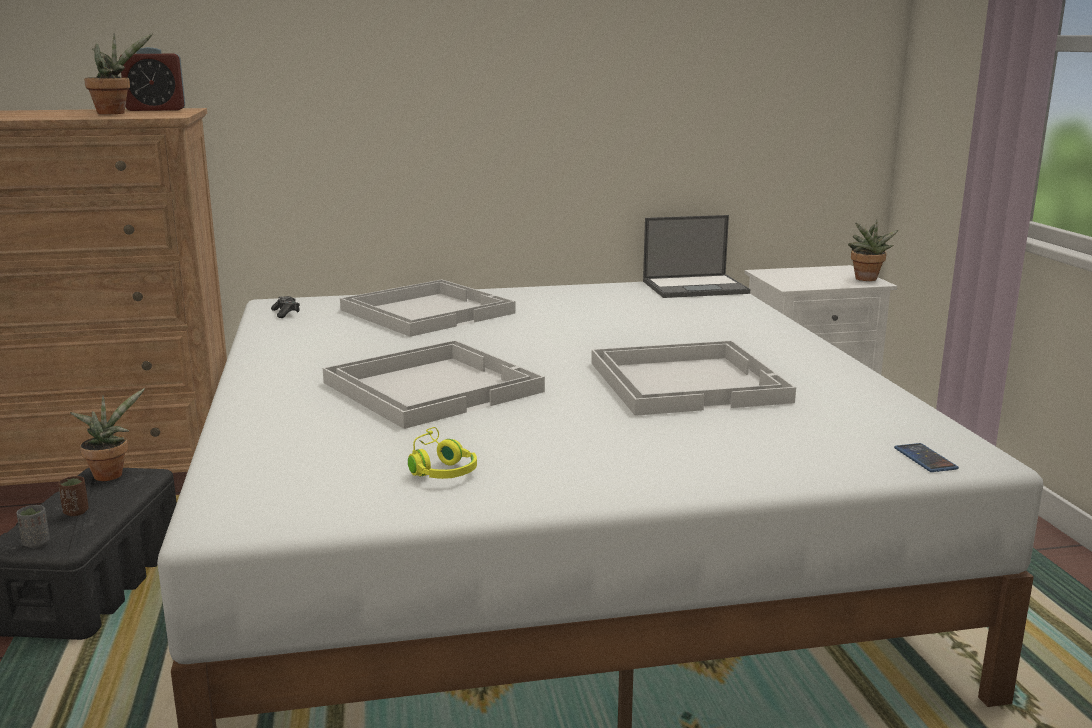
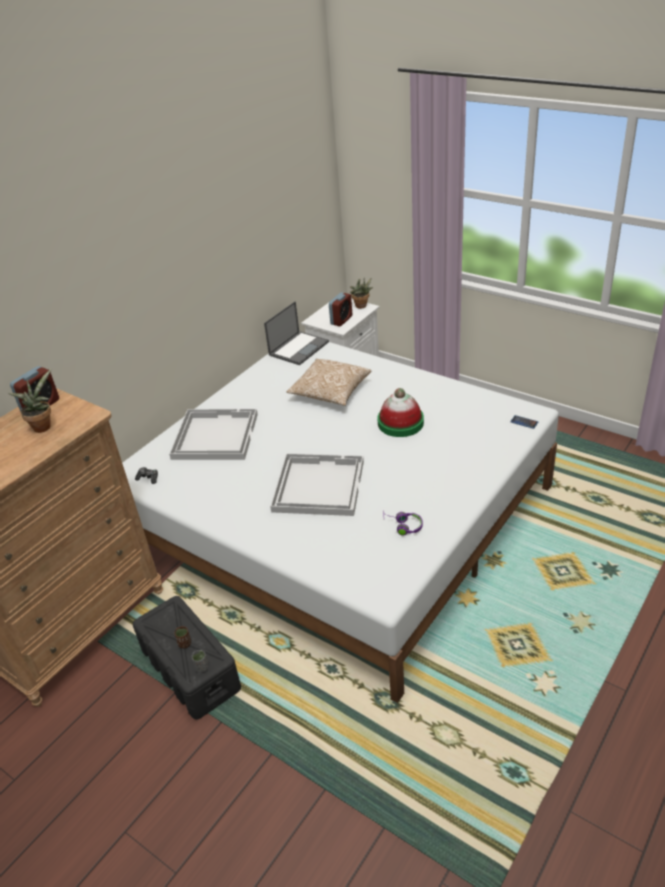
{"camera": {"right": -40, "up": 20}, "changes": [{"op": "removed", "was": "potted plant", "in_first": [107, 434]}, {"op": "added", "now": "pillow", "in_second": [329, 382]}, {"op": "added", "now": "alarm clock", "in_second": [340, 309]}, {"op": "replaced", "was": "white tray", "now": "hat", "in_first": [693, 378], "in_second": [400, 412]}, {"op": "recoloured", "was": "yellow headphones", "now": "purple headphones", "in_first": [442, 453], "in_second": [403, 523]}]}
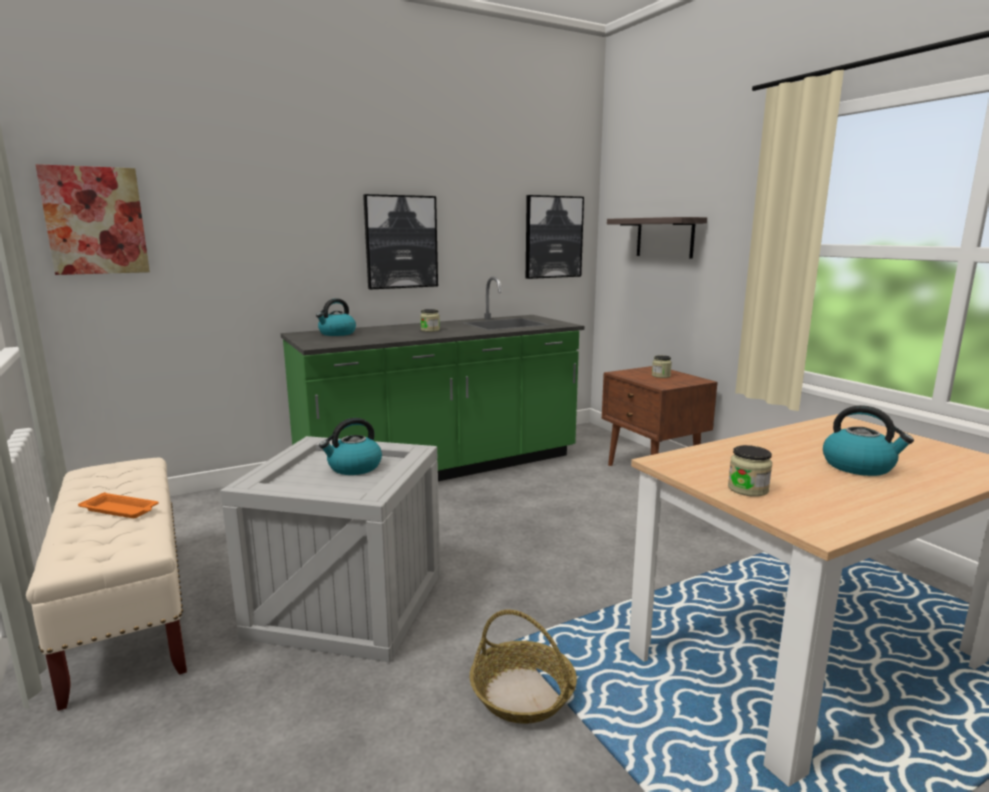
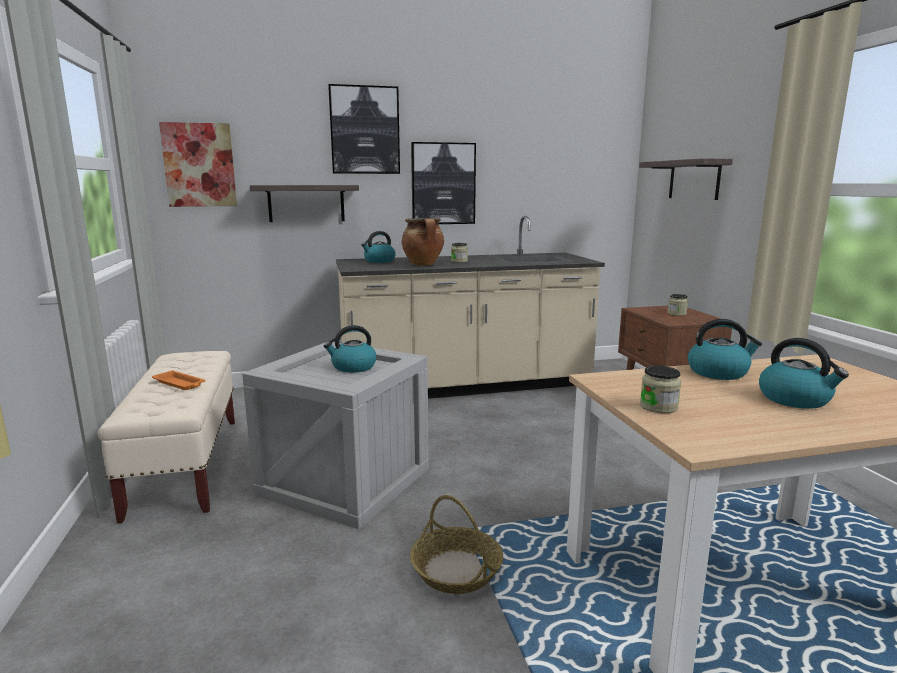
{"camera": {"right": 15, "up": 0}, "changes": [{"op": "added", "now": "shelf", "in_second": [304, 203]}, {"op": "added", "now": "cooking pot", "in_second": [423, 241]}, {"op": "added", "now": "kettle", "in_second": [725, 349]}, {"op": "moved", "was": "picture", "in_first": [555, 237], "in_second": [364, 129]}, {"op": "recoloured", "was": "green counter", "now": "beige counter", "in_first": [432, 379], "in_second": [470, 307]}]}
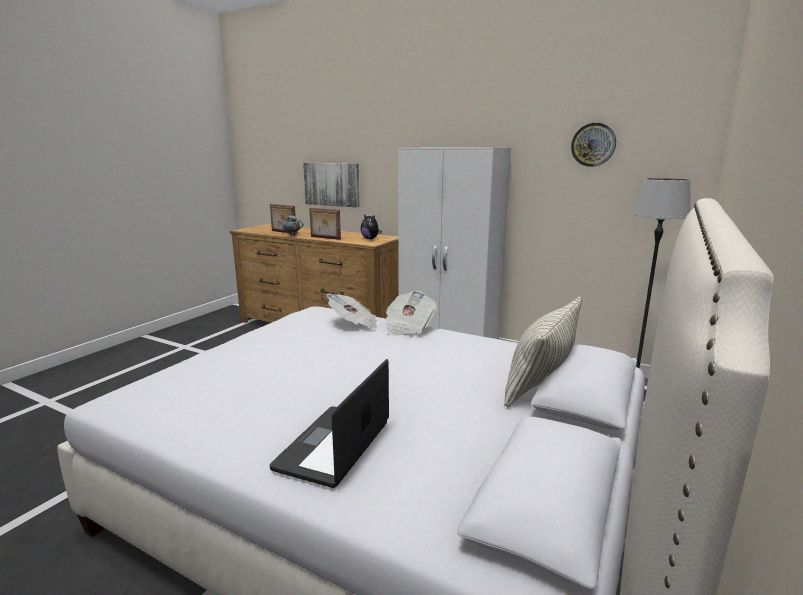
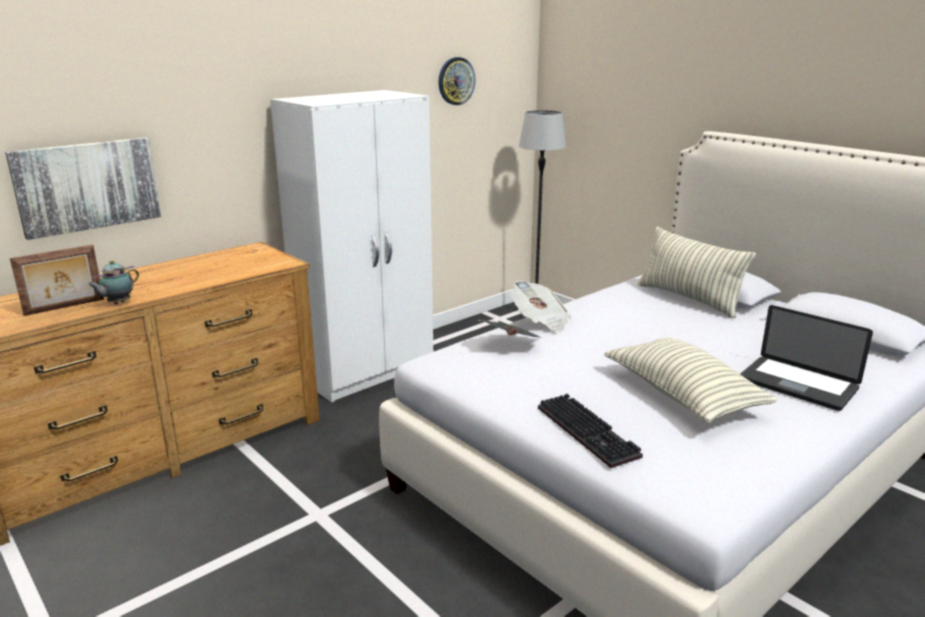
{"camera": {"right": -70, "up": 5}, "changes": [{"op": "removed", "was": "picture frame", "in_first": [325, 224]}, {"op": "removed", "was": "plush toy", "in_first": [371, 226]}, {"op": "added", "now": "keyboard", "in_second": [590, 431]}, {"op": "added", "now": "pillow", "in_second": [691, 380]}]}
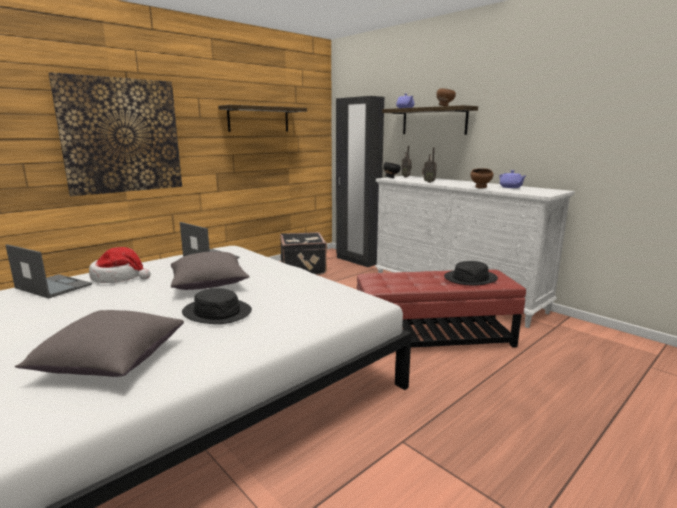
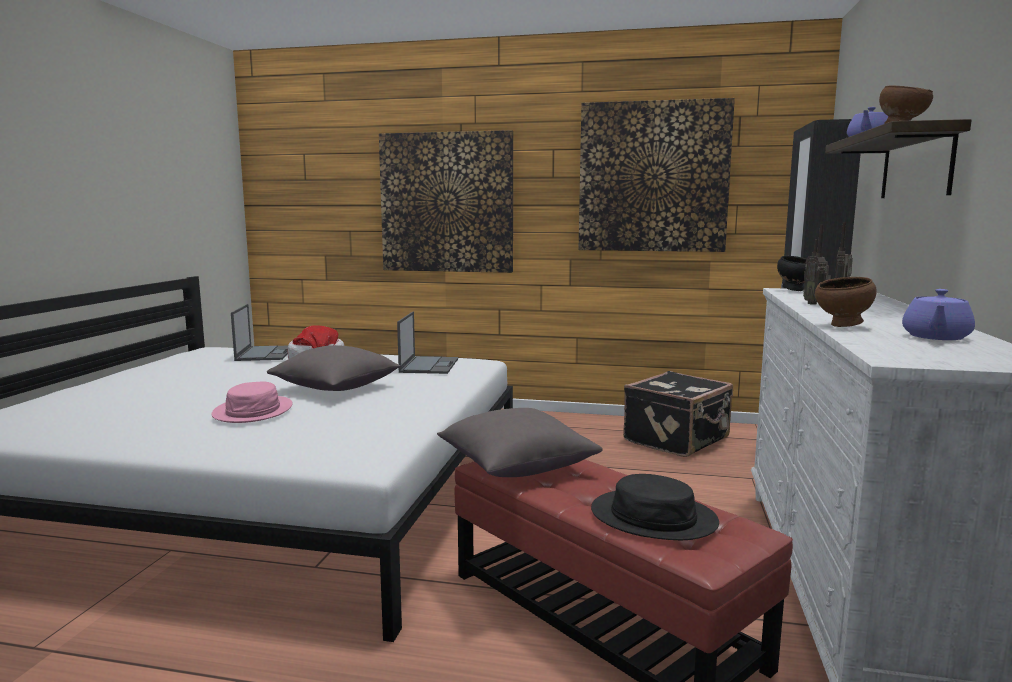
{"camera": {"right": 55, "up": -5}, "changes": [{"op": "moved", "was": "grey pillow", "in_first": [99, 343], "in_second": [520, 442]}, {"op": "replaced", "was": "shelf", "now": "picture", "in_first": [262, 118], "in_second": [657, 175]}, {"op": "recoloured", "was": "black hat", "now": "pink hat", "in_first": [217, 306], "in_second": [252, 402]}]}
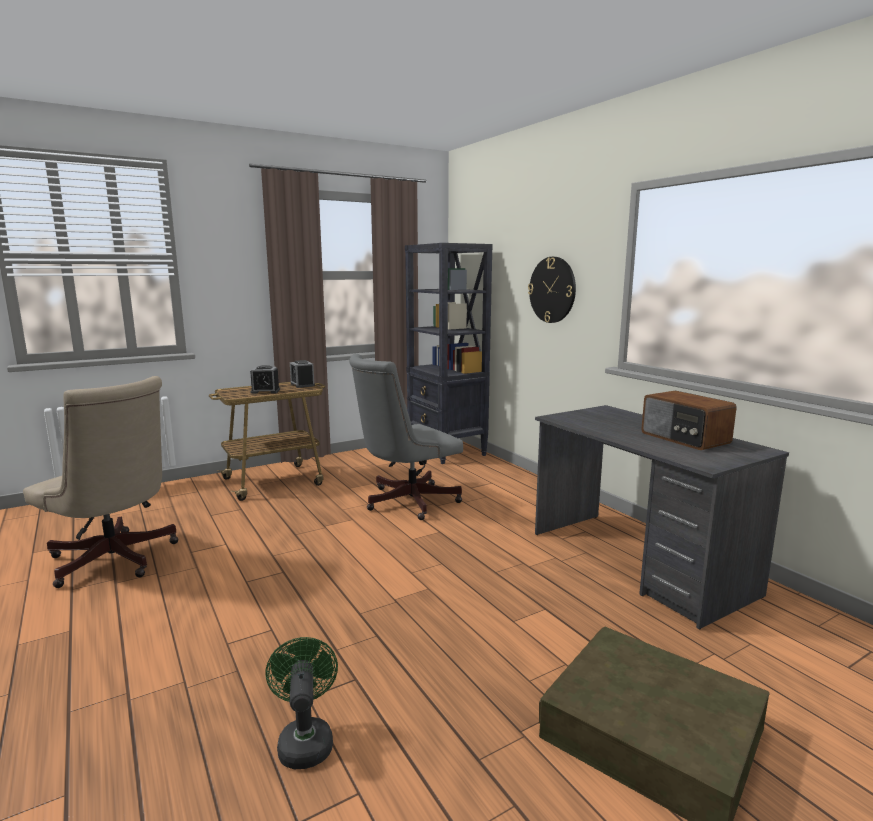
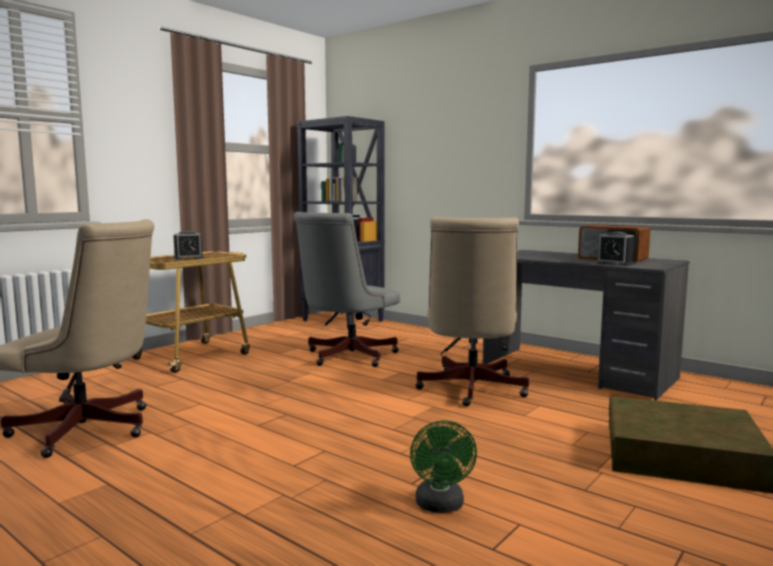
{"camera": {"right": -20, "up": -5}, "changes": [{"op": "removed", "was": "wall clock", "in_first": [552, 290]}, {"op": "added", "now": "beige office chair", "in_second": [472, 311]}, {"op": "moved", "was": "alarm clock", "in_first": [302, 374], "in_second": [615, 248]}, {"op": "turned", "was": "green fan", "in_first": [301, 703], "in_second": [443, 466], "clockwise": -150}]}
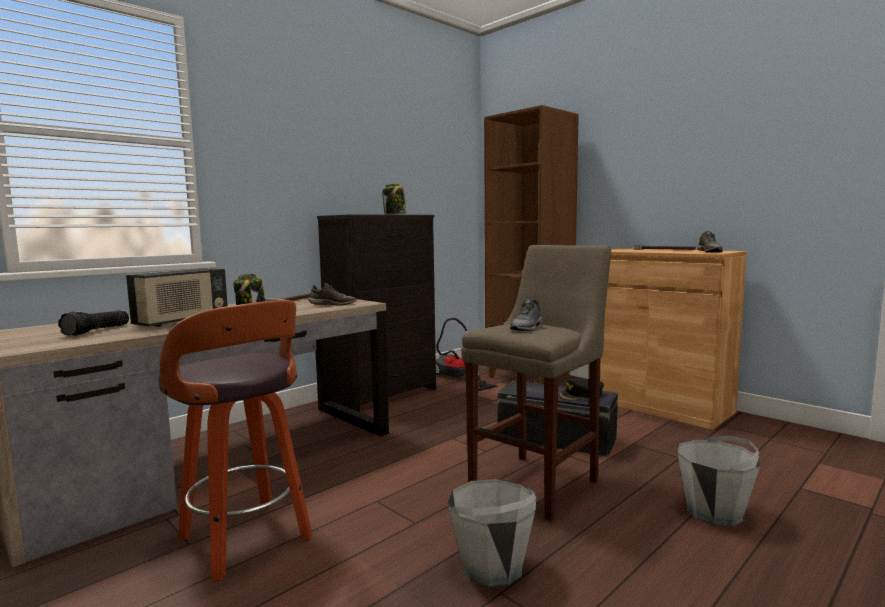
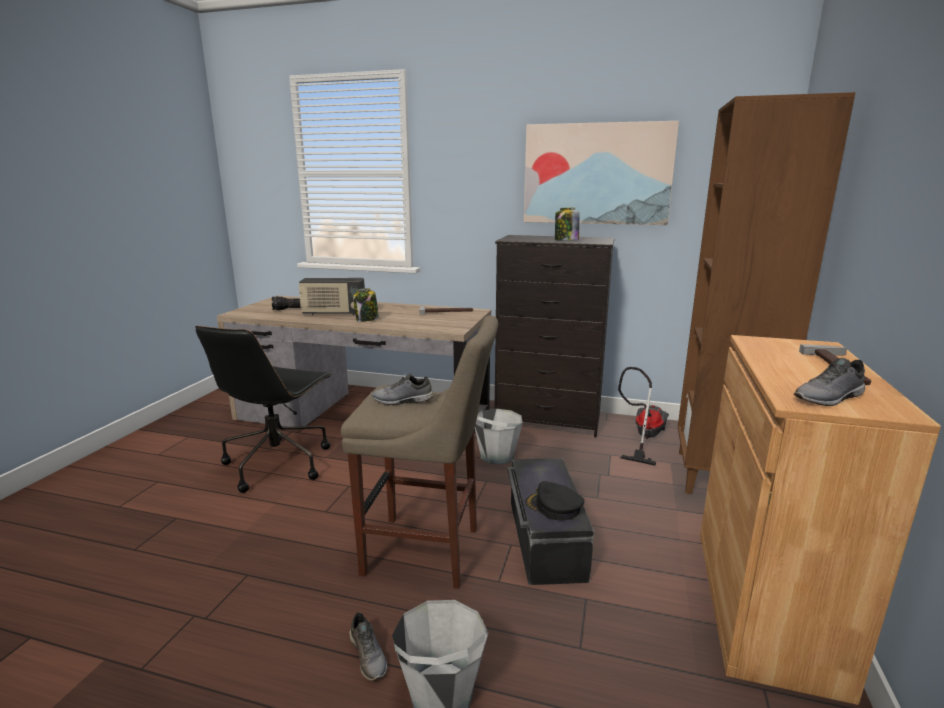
{"camera": {"right": 60, "up": 10}, "changes": [{"op": "added", "now": "picture", "in_second": [601, 173]}, {"op": "moved", "was": "grey shoe", "in_first": [333, 294], "in_second": [368, 646]}, {"op": "moved", "was": "grey bucket", "in_first": [492, 533], "in_second": [499, 437]}, {"op": "replaced", "was": "stool", "now": "black office chair", "in_first": [235, 440], "in_second": [264, 409]}]}
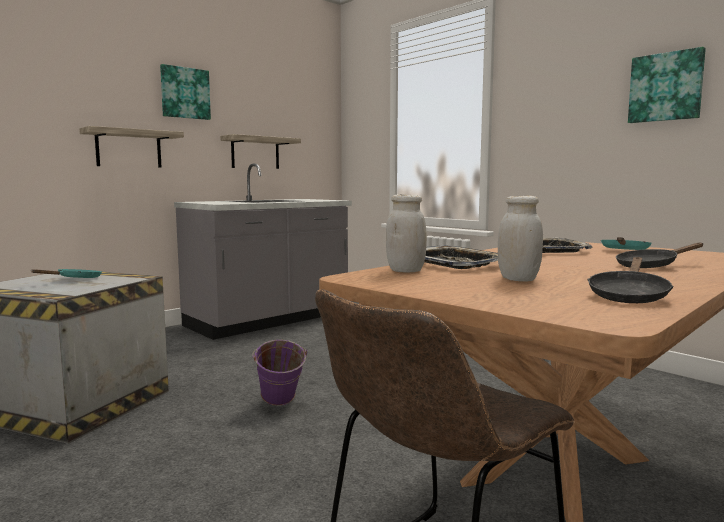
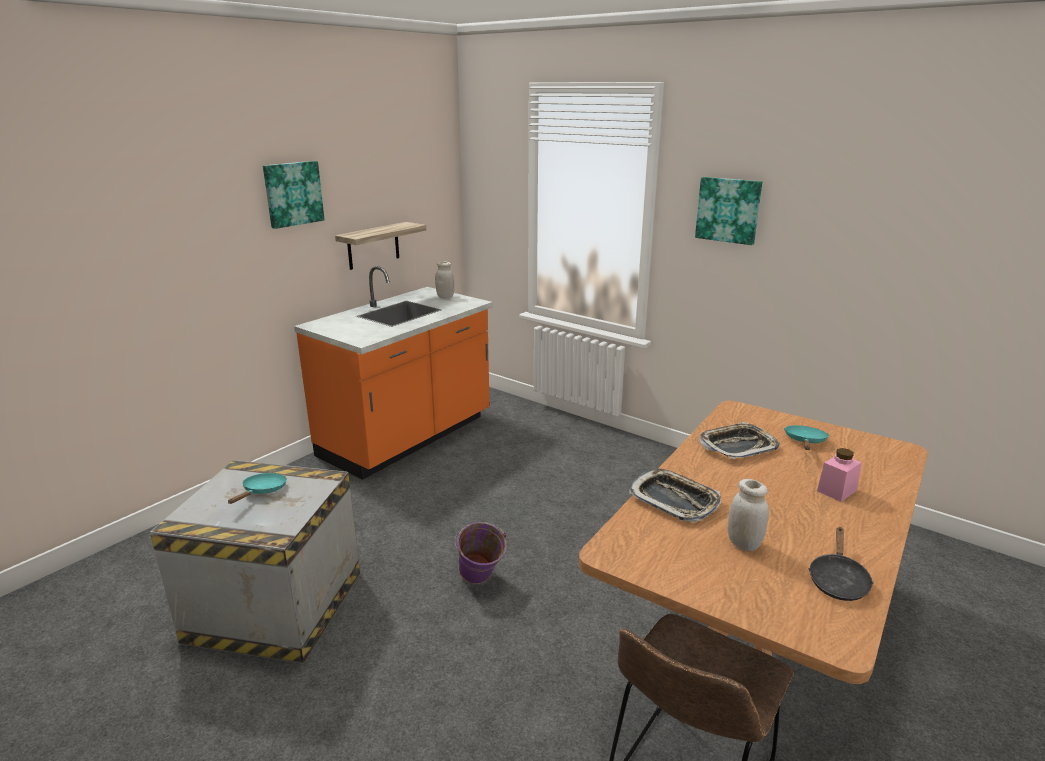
{"camera": {"right": -10, "up": 15}, "changes": [{"op": "removed", "was": "shelf", "in_first": [131, 146]}, {"op": "moved", "was": "white jar", "in_first": [406, 233], "in_second": [444, 280]}, {"op": "moved", "was": "picture", "in_first": [667, 85], "in_second": [728, 211]}, {"op": "replaced", "was": "black frying pan", "now": "pink jar", "in_first": [660, 255], "in_second": [839, 475]}, {"op": "recoloured", "was": "grey counter", "now": "orange counter", "in_first": [263, 251], "in_second": [393, 373]}]}
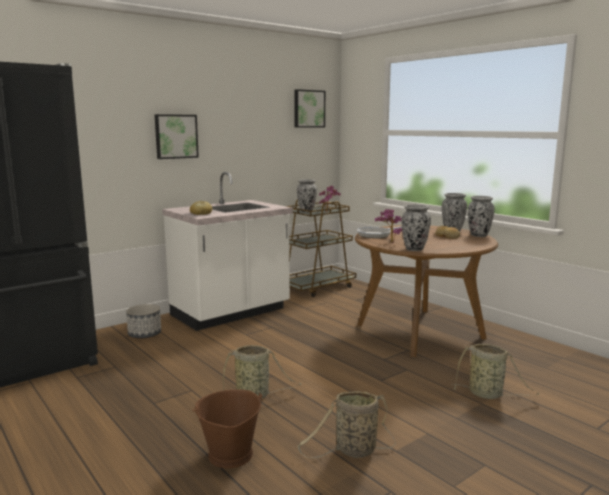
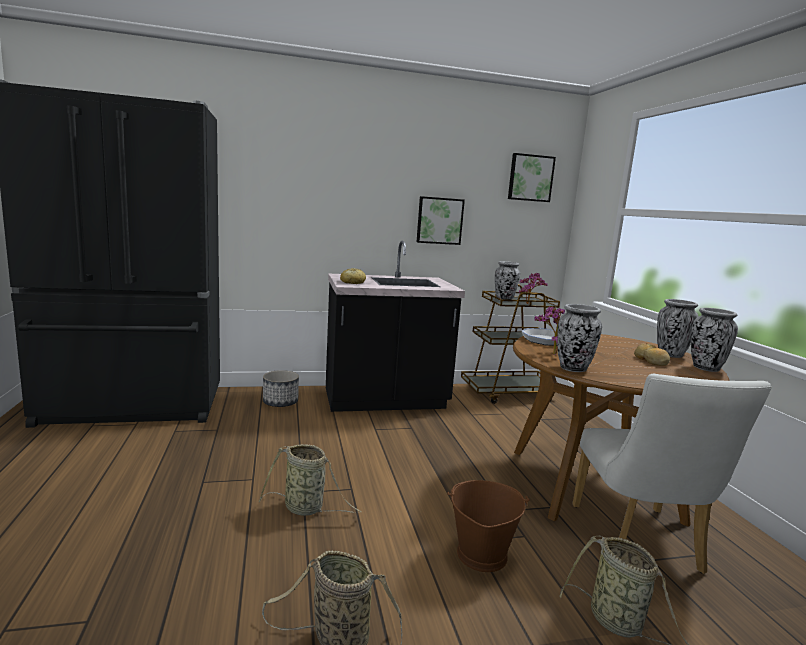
{"camera": {"right": 25, "up": 0}, "changes": [{"op": "added", "now": "white chair", "in_second": [671, 474]}, {"op": "moved", "was": "picture", "in_first": [177, 136], "in_second": [441, 220]}, {"op": "moved", "was": "brown bucket", "in_first": [227, 429], "in_second": [488, 526]}, {"op": "recoloured", "was": "white counter", "now": "black counter", "in_first": [227, 251], "in_second": [395, 326]}]}
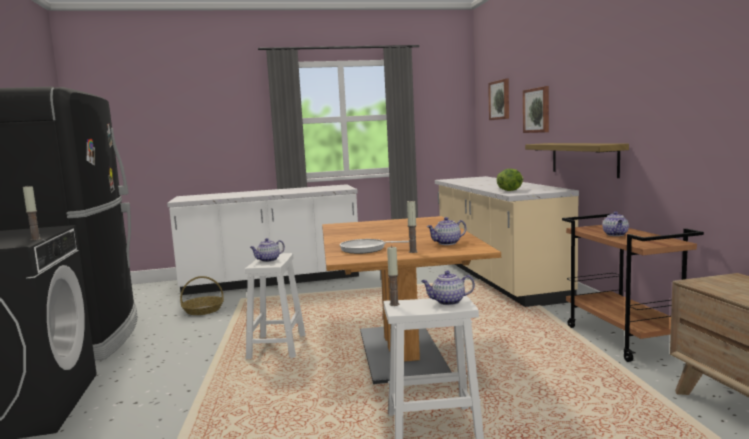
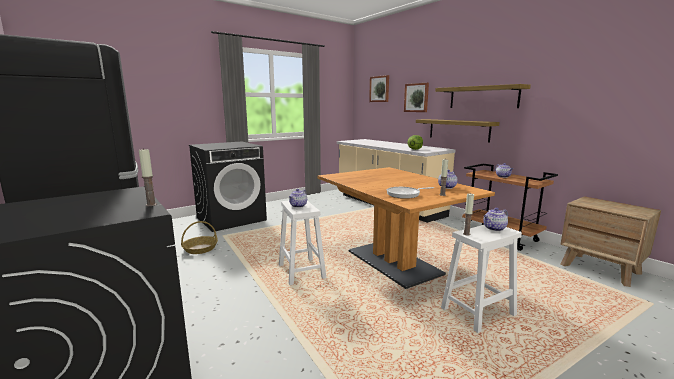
{"camera": {"right": -25, "up": 5}, "changes": [{"op": "added", "now": "shelf", "in_second": [483, 96]}, {"op": "replaced", "was": "white counter", "now": "black washing machine", "in_first": [263, 239], "in_second": [228, 186]}]}
